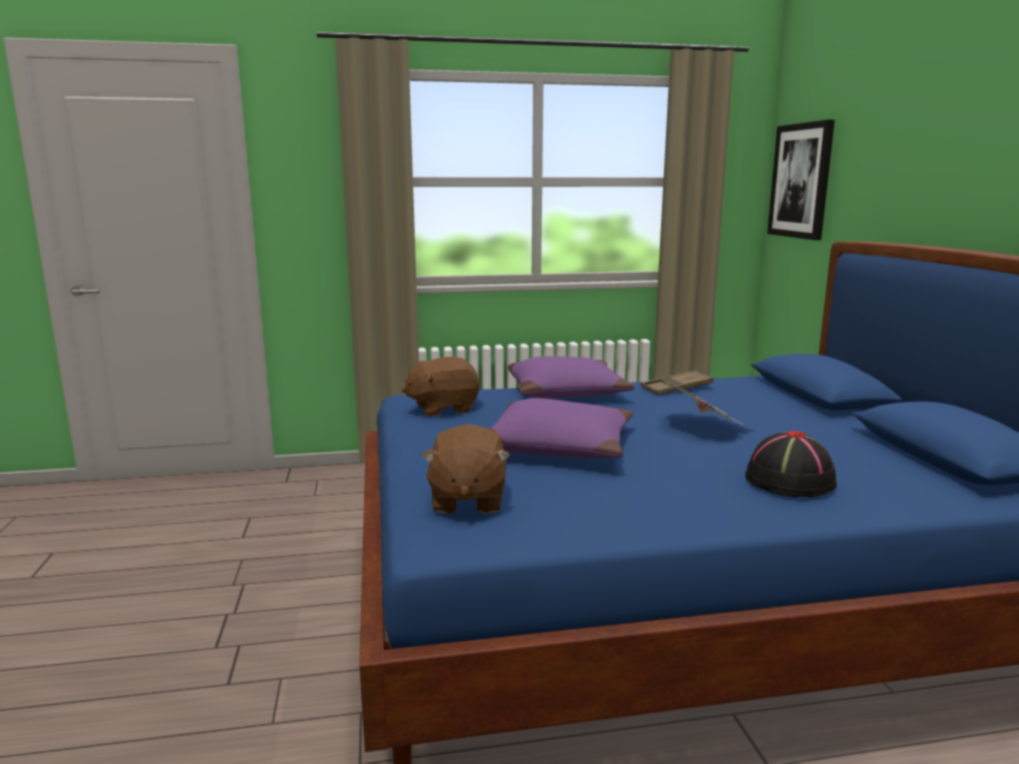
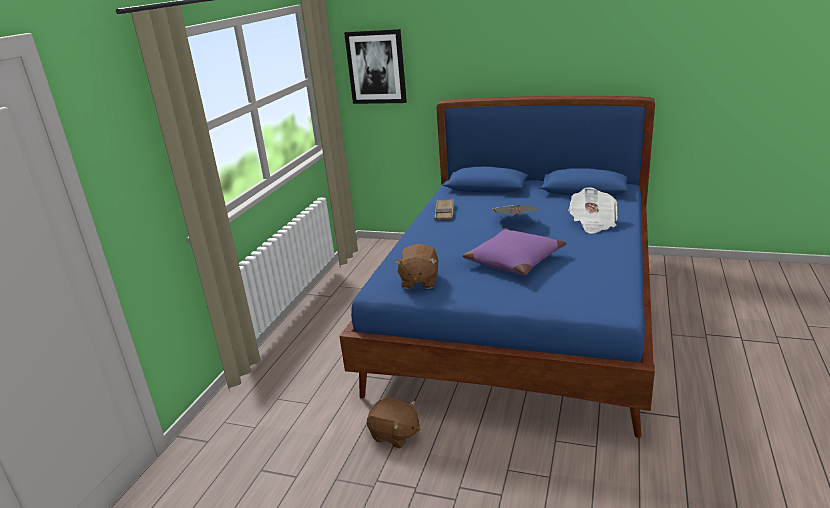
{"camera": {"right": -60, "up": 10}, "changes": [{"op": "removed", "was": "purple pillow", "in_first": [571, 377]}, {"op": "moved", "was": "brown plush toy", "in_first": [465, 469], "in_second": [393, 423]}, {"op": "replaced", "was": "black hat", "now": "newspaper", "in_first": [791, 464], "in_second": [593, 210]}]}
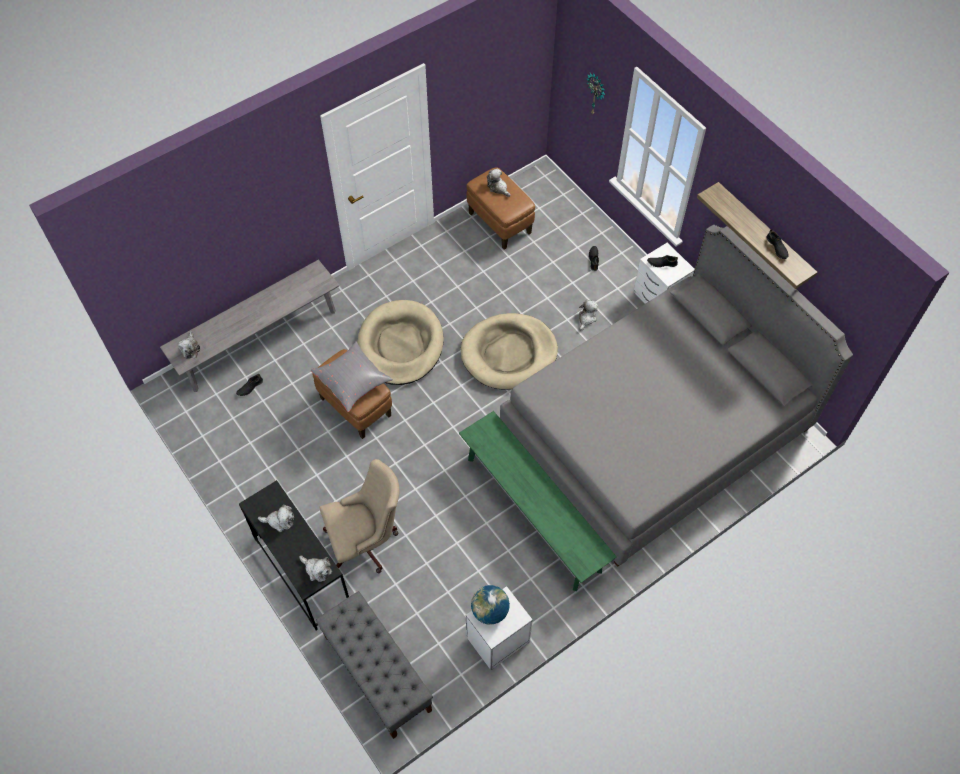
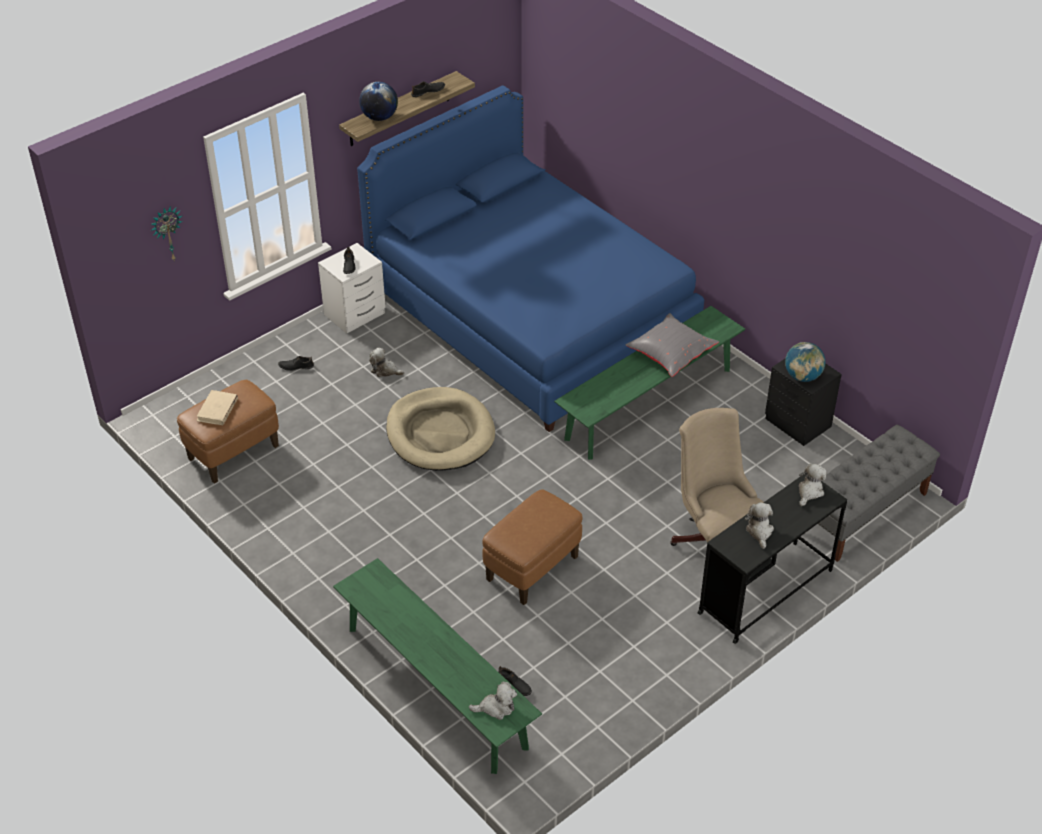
{"camera": {"right": -95, "up": -15}, "changes": [{"op": "removed", "was": "beige dog bed", "in_first": [400, 342]}, {"op": "added", "now": "globe", "in_second": [378, 101]}, {"op": "moved", "was": "grey pillow", "in_first": [352, 376], "in_second": [672, 345]}, {"op": "replaced", "was": "plush toy", "now": "beige book", "in_first": [498, 182], "in_second": [217, 407]}, {"op": "recoloured", "was": "grey bench", "now": "green bench", "in_first": [249, 326], "in_second": [437, 666]}, {"op": "recoloured", "was": "white nightstand", "now": "black nightstand", "in_first": [499, 628], "in_second": [803, 402]}, {"op": "recoloured", "was": "grey bed", "now": "blue bed", "in_first": [676, 396], "in_second": [530, 259]}]}
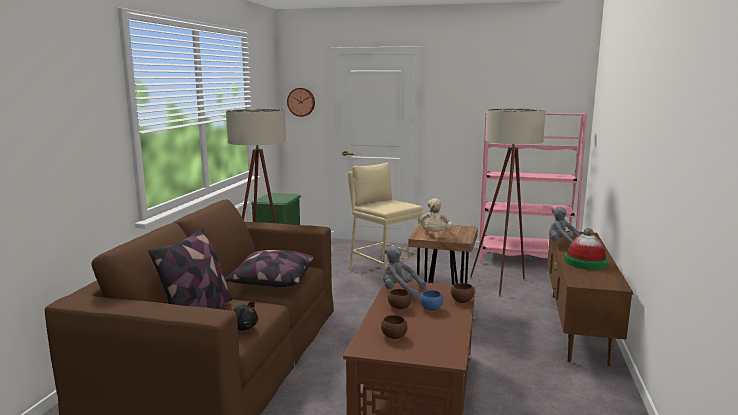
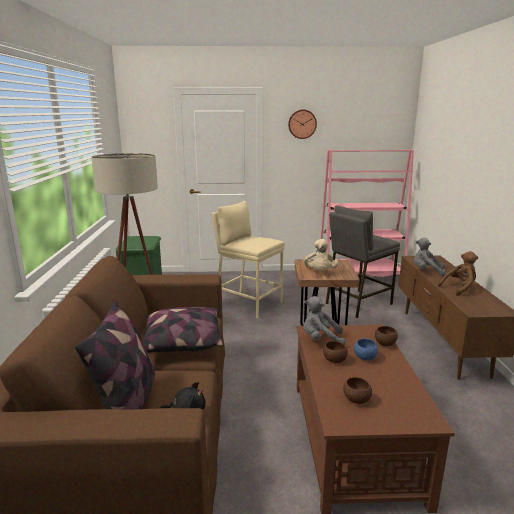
{"camera": {"right": -15, "up": 5}, "changes": [{"op": "moved", "was": "wall clock", "in_first": [301, 102], "in_second": [302, 124]}, {"op": "replaced", "was": "beige floor lamp", "now": "grey stool", "in_first": [508, 202], "in_second": [362, 261]}, {"op": "replaced", "was": "hat", "now": "brown plush toy", "in_first": [586, 249], "in_second": [458, 273]}]}
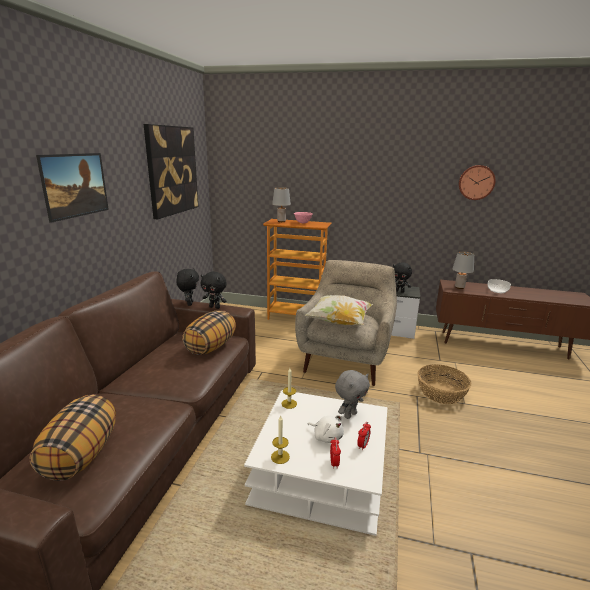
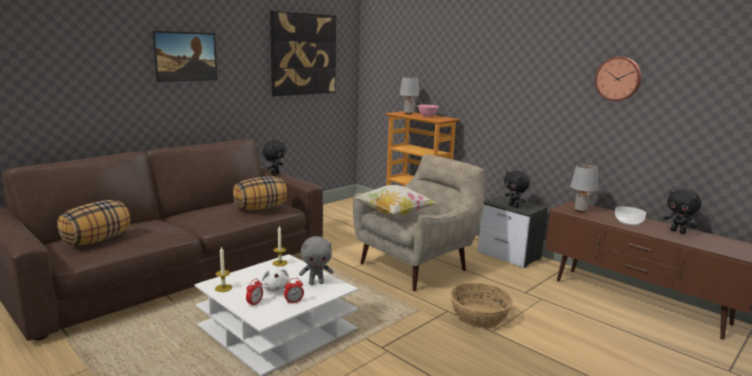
{"camera": {"right": 30, "up": -5}, "changes": [{"op": "moved", "was": "black plush toy", "in_first": [214, 290], "in_second": [682, 211]}]}
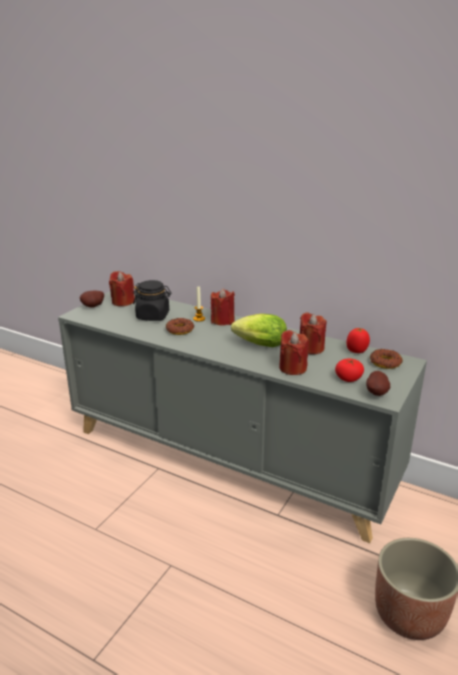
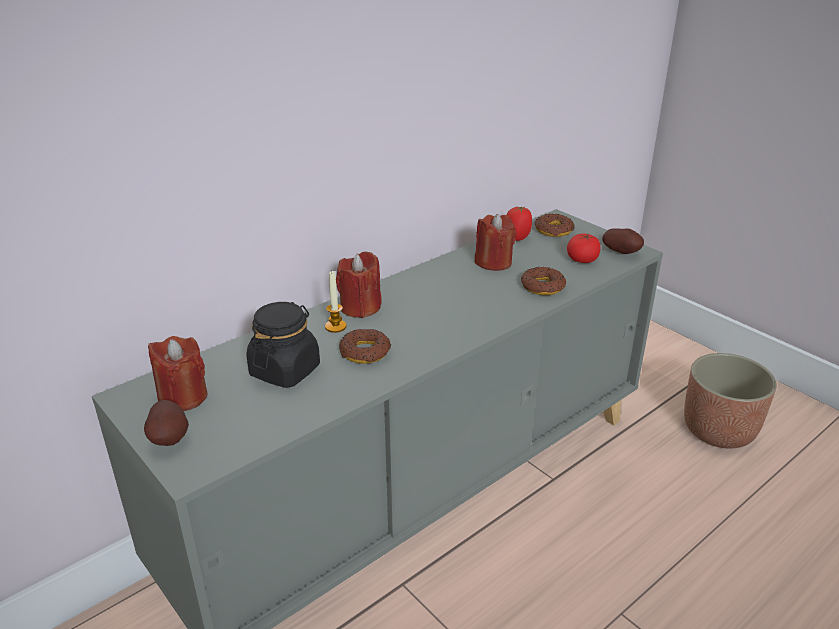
{"camera": {"right": -70, "up": 5}, "changes": [{"op": "removed", "was": "lettuce", "in_first": [259, 330]}, {"op": "replaced", "was": "red candle", "now": "donut", "in_first": [294, 352], "in_second": [543, 281]}]}
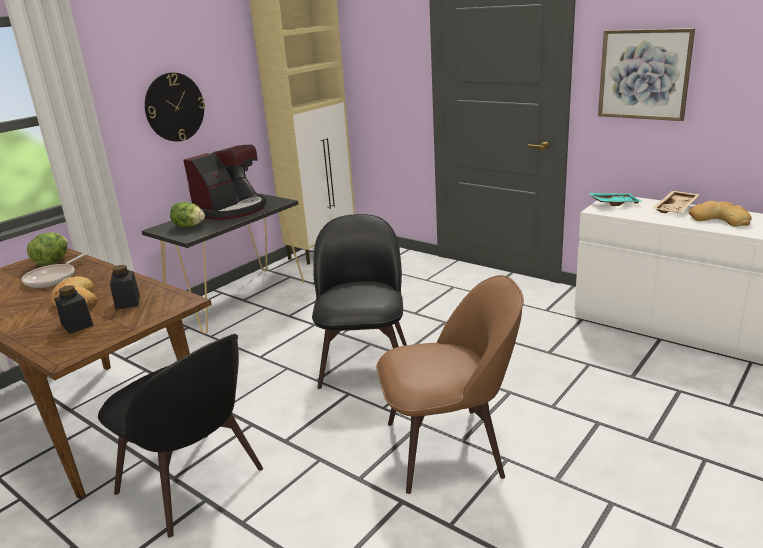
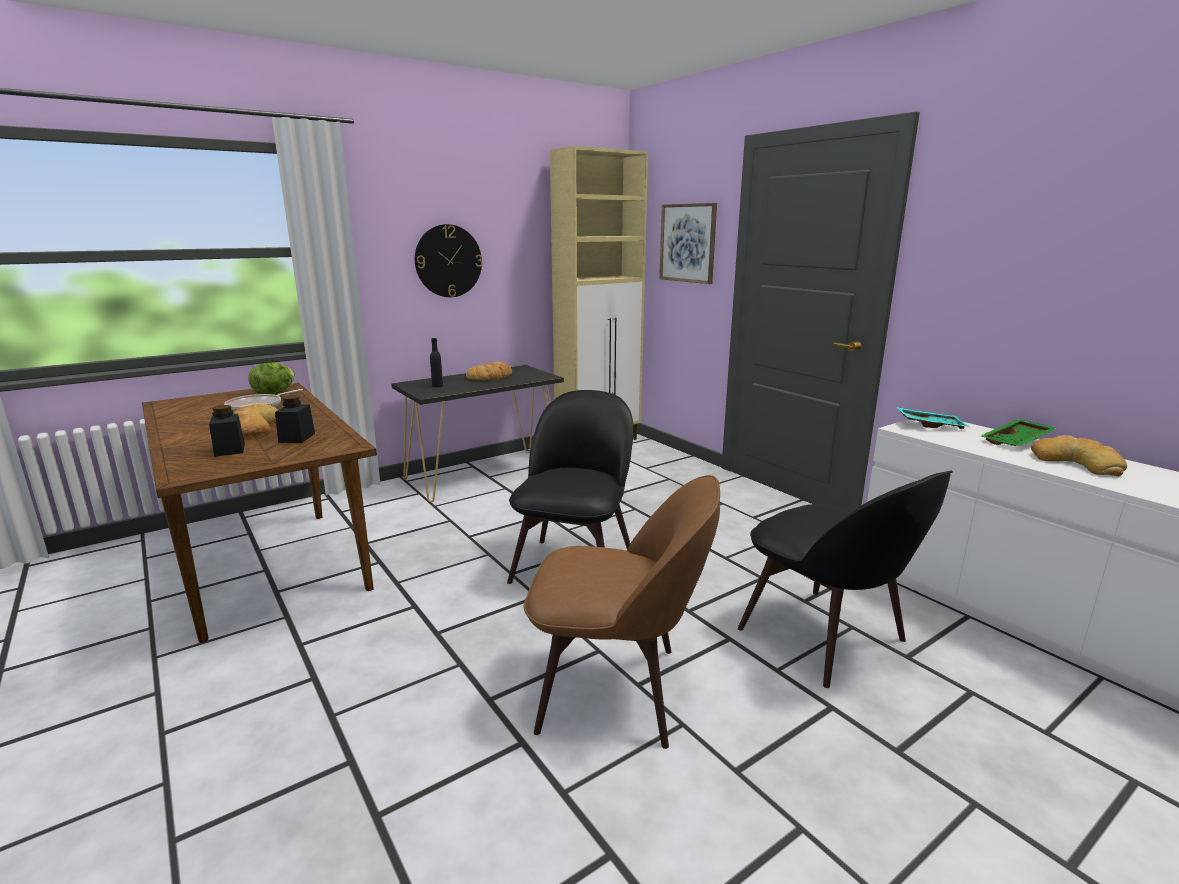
{"camera": {"right": 15, "up": -5}, "changes": [{"op": "moved", "was": "black chair", "in_first": [180, 436], "in_second": [845, 579]}, {"op": "moved", "was": "picture", "in_first": [646, 74], "in_second": [688, 243]}, {"op": "replaced", "was": "lettuce", "now": "black bottle", "in_first": [187, 214], "in_second": [436, 362]}, {"op": "replaced", "was": "coffee machine", "now": "bread", "in_first": [225, 182], "in_second": [489, 371]}, {"op": "recoloured", "was": "beige tray", "now": "green tray", "in_first": [676, 202], "in_second": [1018, 432]}]}
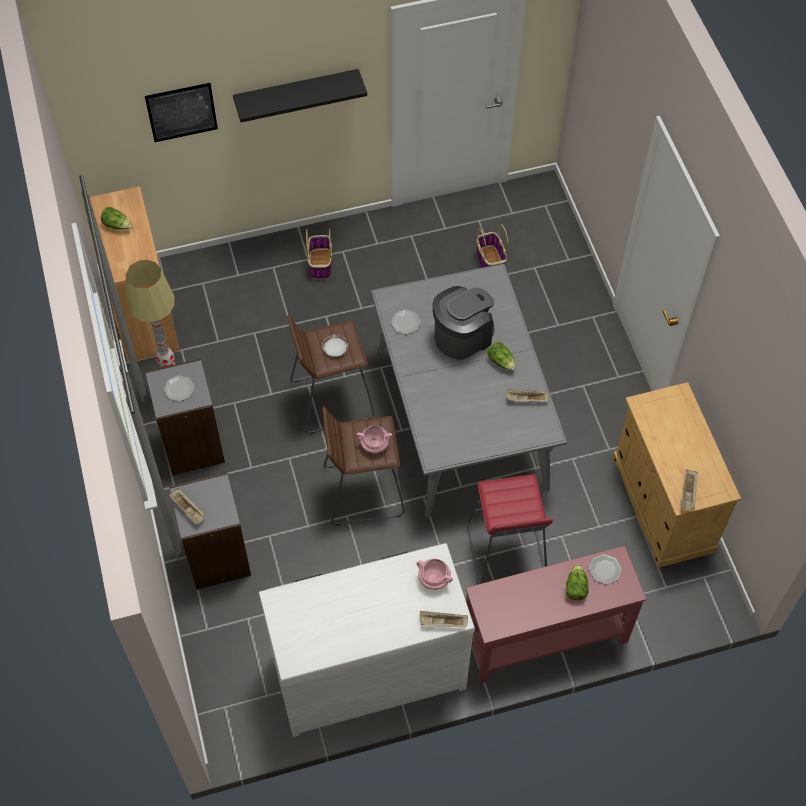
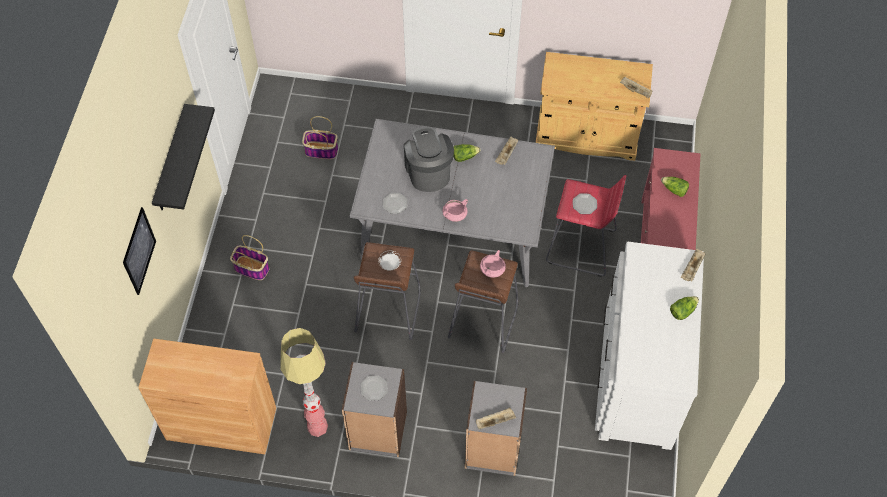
{"camera": {"right": -65, "up": 0}, "changes": [{"op": "moved", "was": "lettuce", "in_first": [116, 218], "in_second": [684, 308]}, {"op": "moved", "was": "pink cooking pot", "in_first": [435, 574], "in_second": [455, 210]}, {"op": "moved", "was": "plate", "in_first": [605, 569], "in_second": [585, 204]}]}
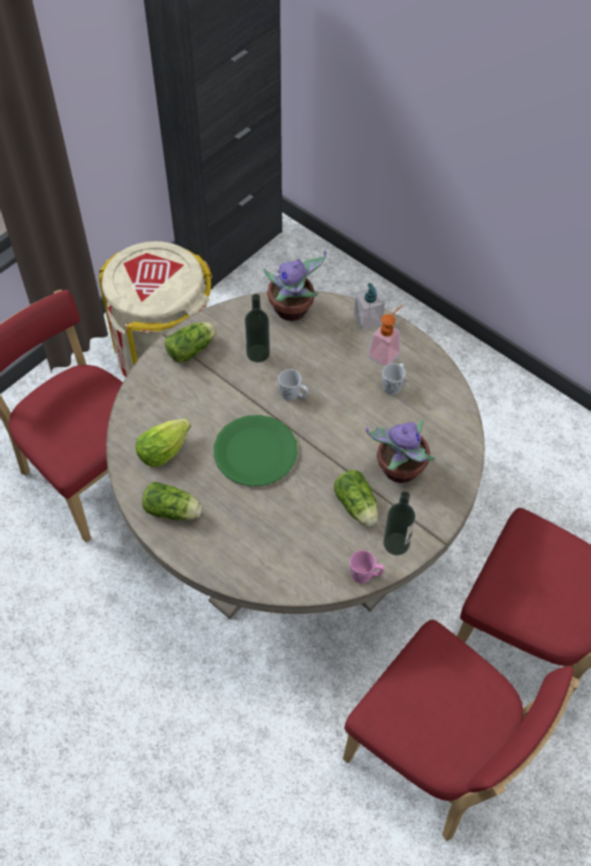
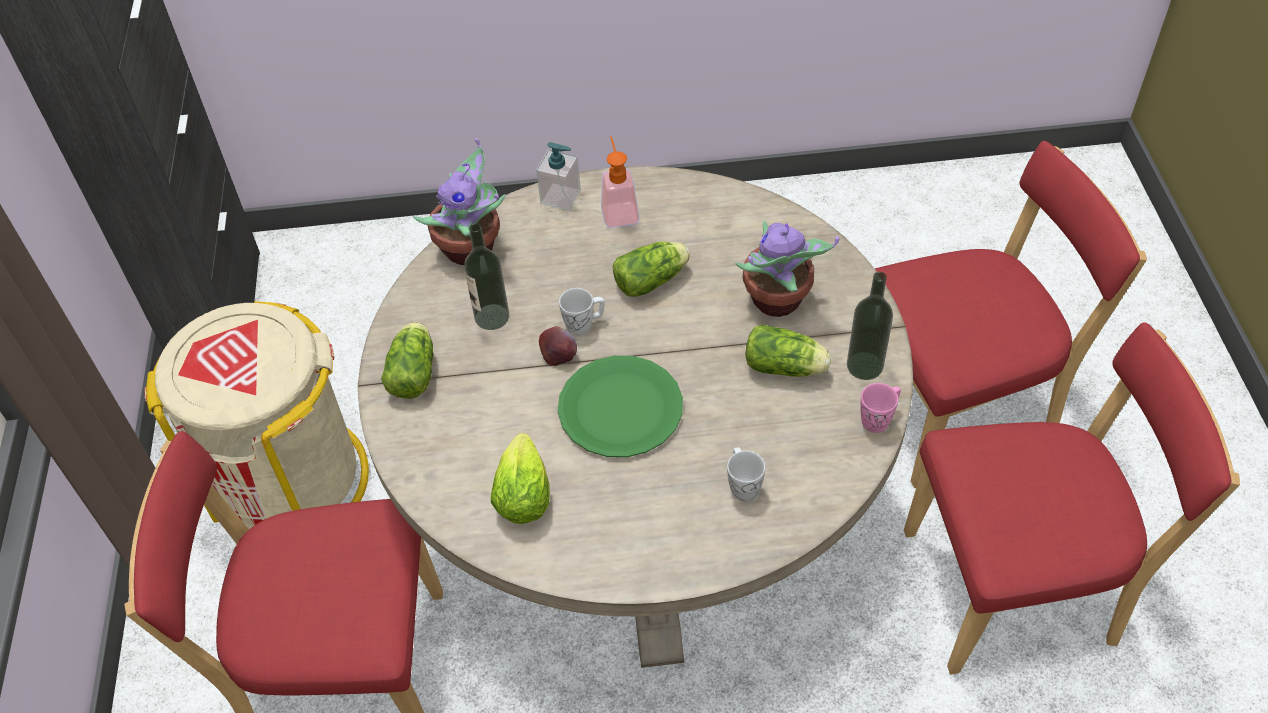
{"camera": {"right": -45, "up": -5}, "changes": [{"op": "added", "now": "apple", "in_second": [558, 346]}, {"op": "moved", "was": "lettuce", "in_first": [172, 500], "in_second": [651, 269]}, {"op": "moved", "was": "white mug", "in_first": [393, 379], "in_second": [746, 474]}]}
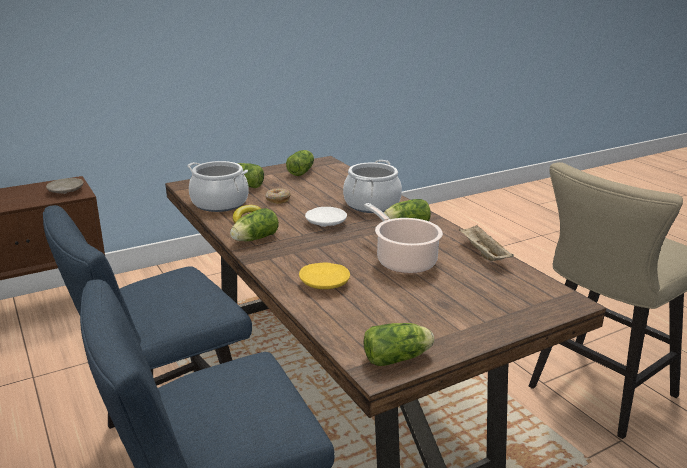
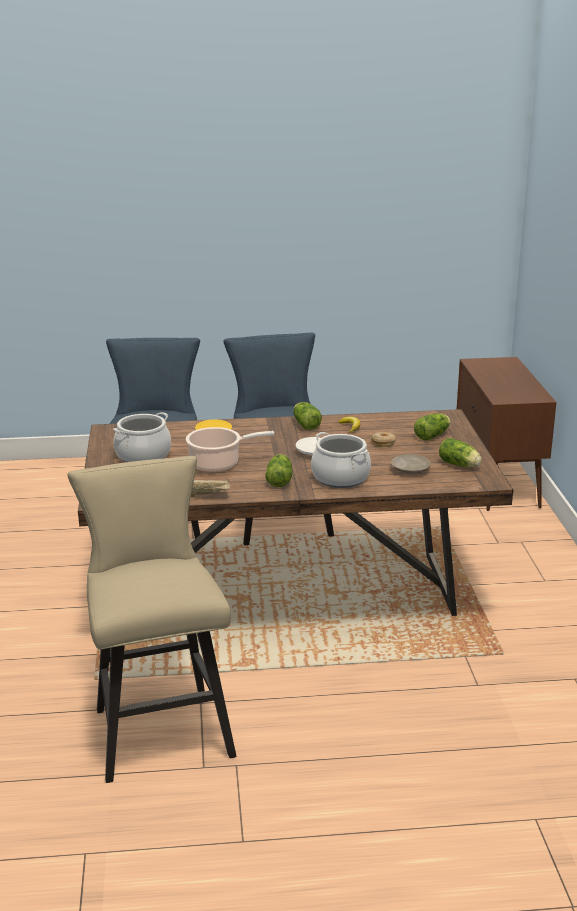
{"camera": {"right": 115, "up": 0}, "changes": [{"op": "removed", "was": "lettuce", "in_first": [399, 344]}, {"op": "moved", "was": "beige plate", "in_first": [64, 186], "in_second": [411, 464]}, {"op": "moved", "was": "cooking pot", "in_first": [218, 186], "in_second": [142, 437]}]}
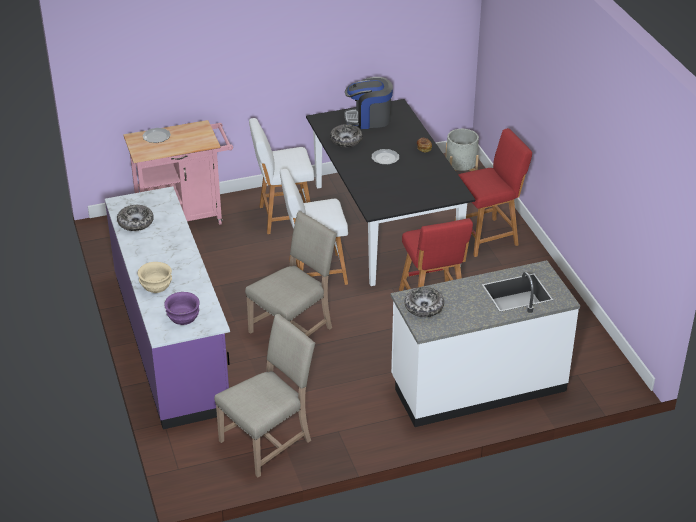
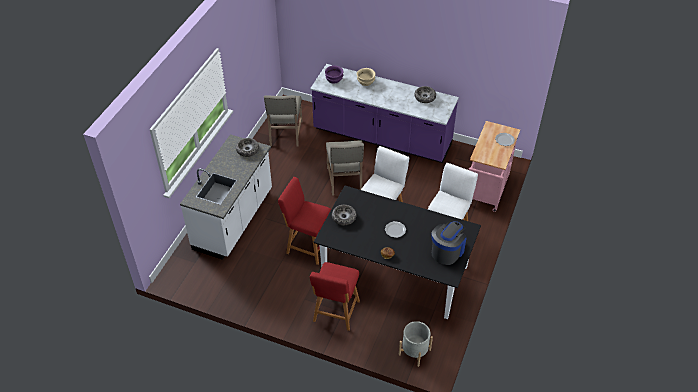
{"camera": {"right": 130, "up": 10}, "changes": [{"op": "moved", "was": "bowl", "in_first": [346, 135], "in_second": [344, 215]}]}
